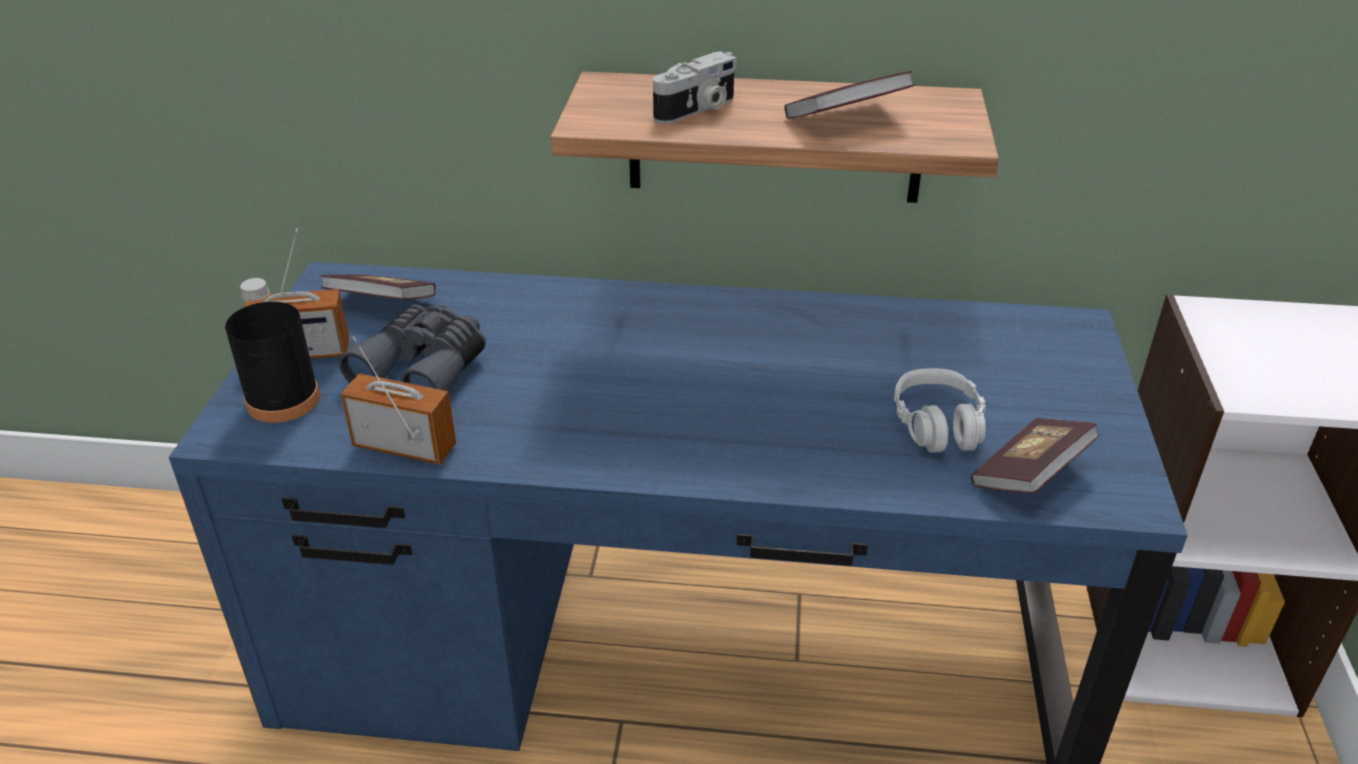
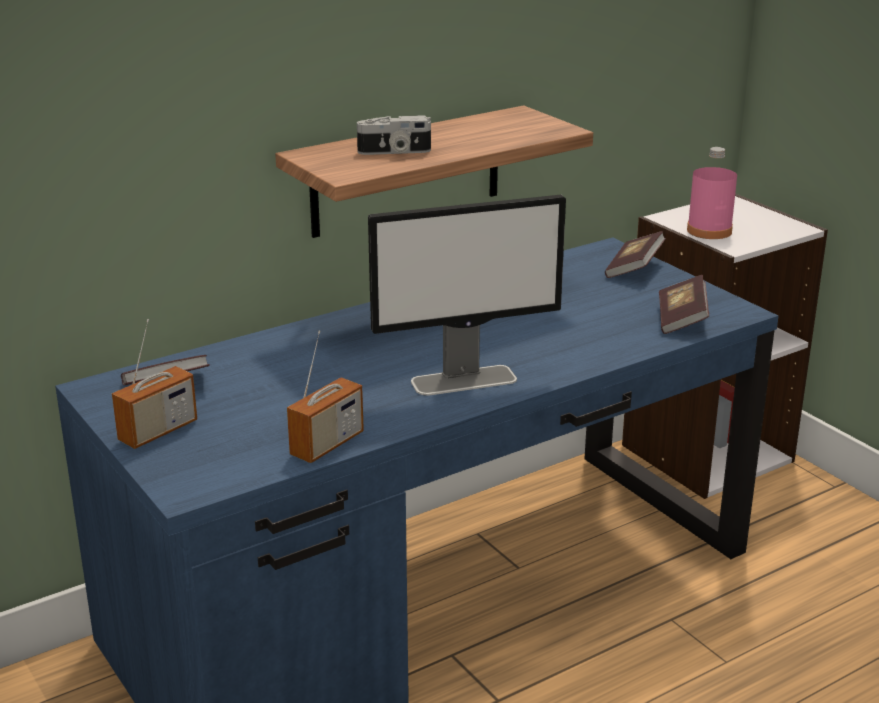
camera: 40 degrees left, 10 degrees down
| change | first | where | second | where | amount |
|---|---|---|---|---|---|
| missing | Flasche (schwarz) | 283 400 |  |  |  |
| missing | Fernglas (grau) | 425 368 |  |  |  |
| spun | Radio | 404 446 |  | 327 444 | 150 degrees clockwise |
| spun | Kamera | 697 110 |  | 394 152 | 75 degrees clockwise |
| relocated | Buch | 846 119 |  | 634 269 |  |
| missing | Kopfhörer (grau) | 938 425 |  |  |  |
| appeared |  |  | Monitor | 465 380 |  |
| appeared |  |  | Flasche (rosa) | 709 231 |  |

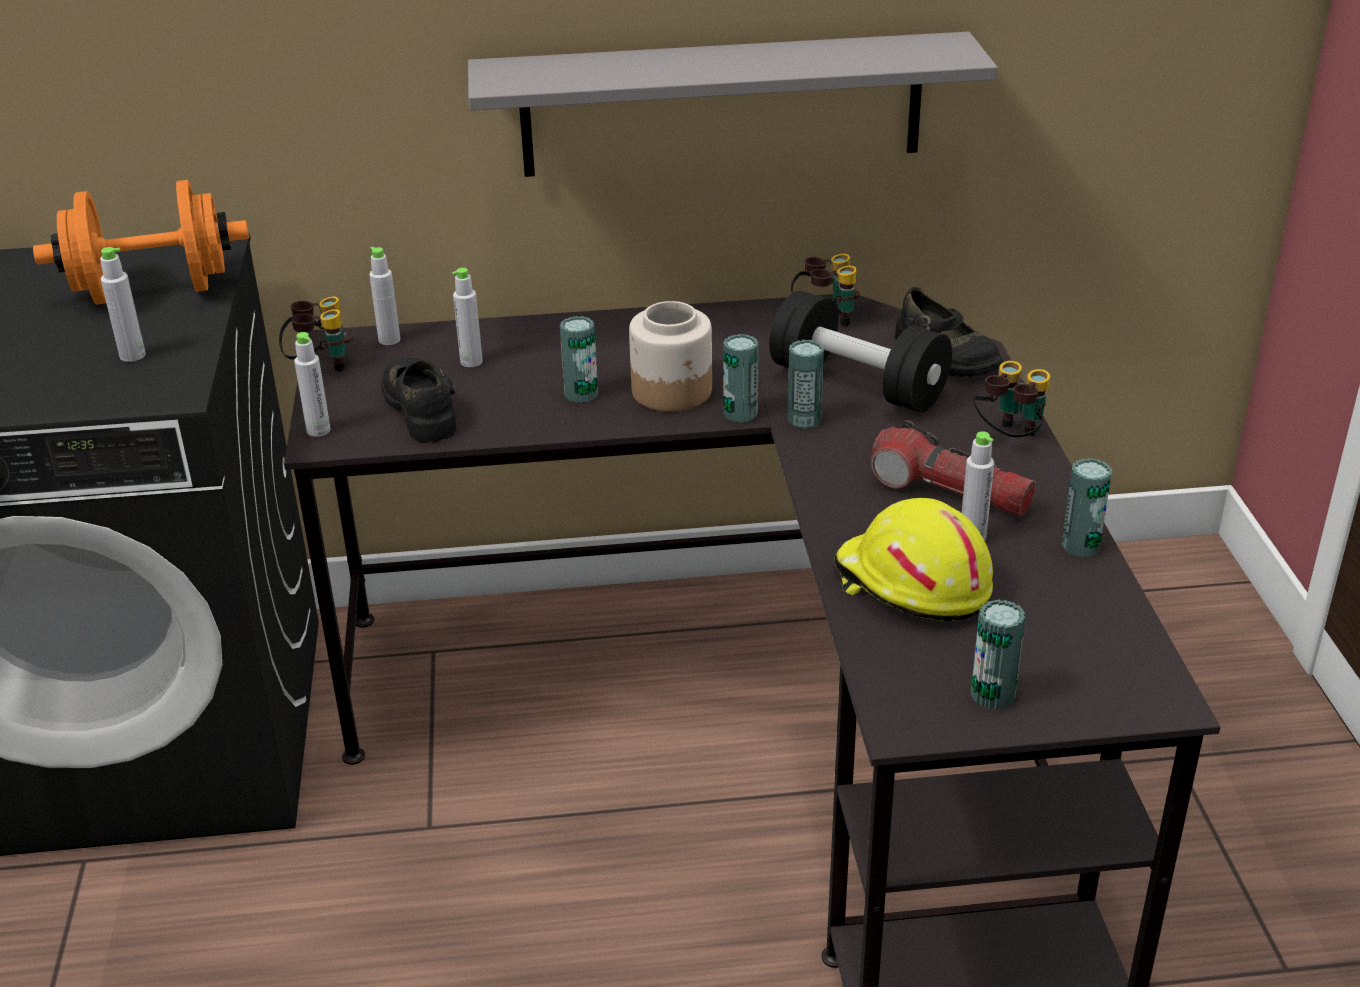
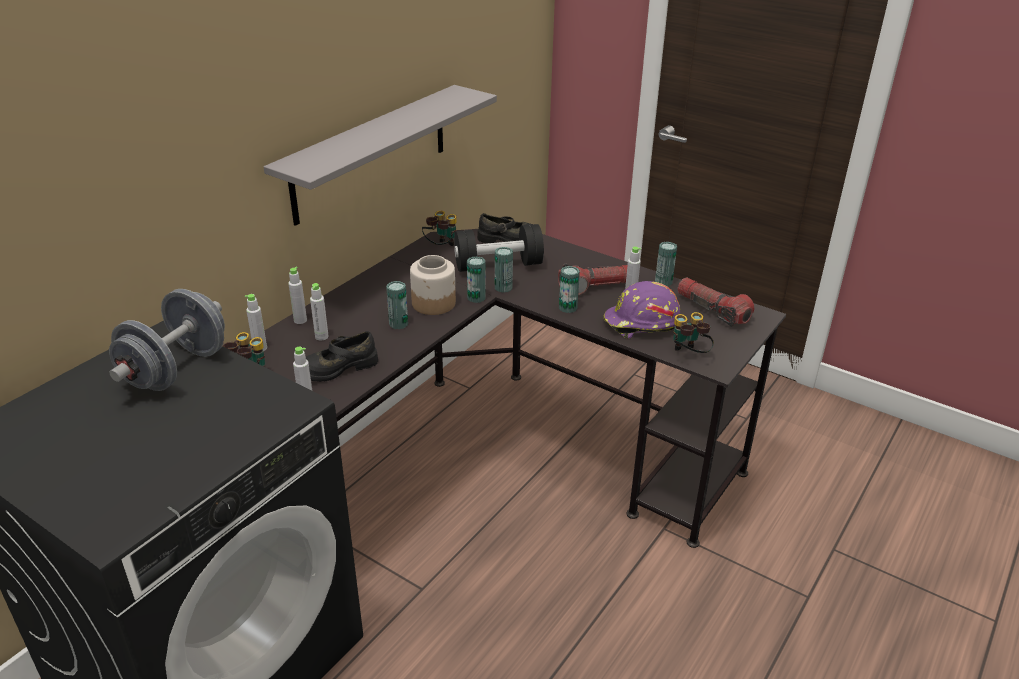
camera: 50 degrees left, 0 degrees up
| change | first | where | second | where | amount |
|---|---|---|---|---|---|
| colour | Hantel (orange) | 153 291 | Hantel (grau) | 176 369 |  |
| relocated | Flasche (grau) | 132 355 |  | 300 320 |  |
| spun | Schuh (schwarz) | 422 409 |  | 339 367 | 45 degrees counterclockwise |
| colour | Schutzhelm (gelb) | 911 585 | Schutzhelm (lila) | 641 324 |  |
| relocated | Dose | 992 694 |  | 568 308 |  |
| relocated | Fernglas | 1009 439 |  | 688 355 |  |
| appeared |  |  | Taschenlampe | 712 310 |  |

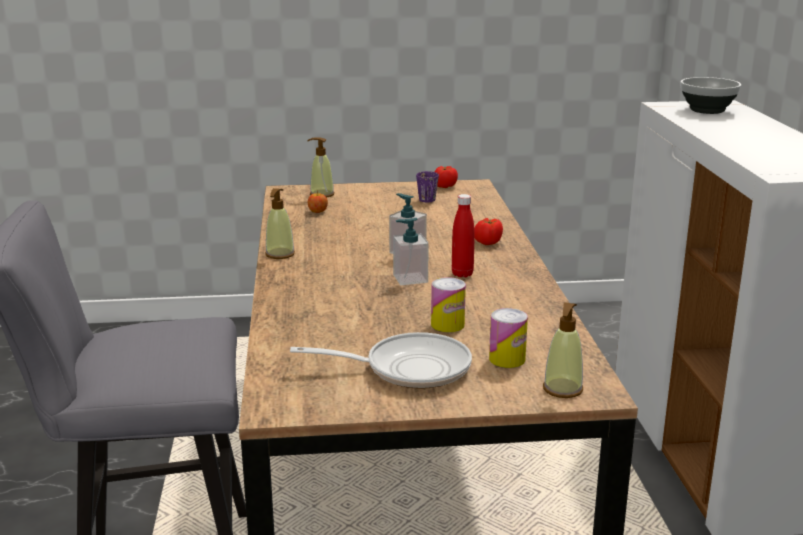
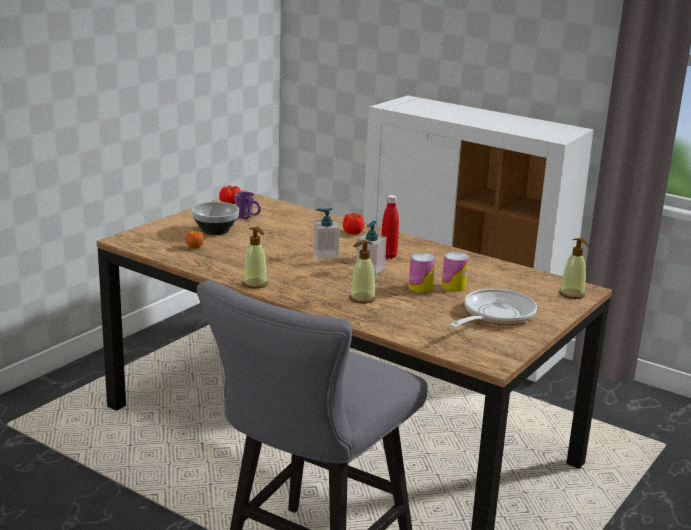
camera: 50 degrees left, 0 degrees up
| change | first | where | second | where | amount |
|---|---|---|---|---|---|
| relocated | Seifenspender | 321 194 |  | 362 298 |  |
| relocated | Dose | 507 359 |  | 420 287 |  |
| relocated | Schüssel | 706 110 |  | 214 230 |  |

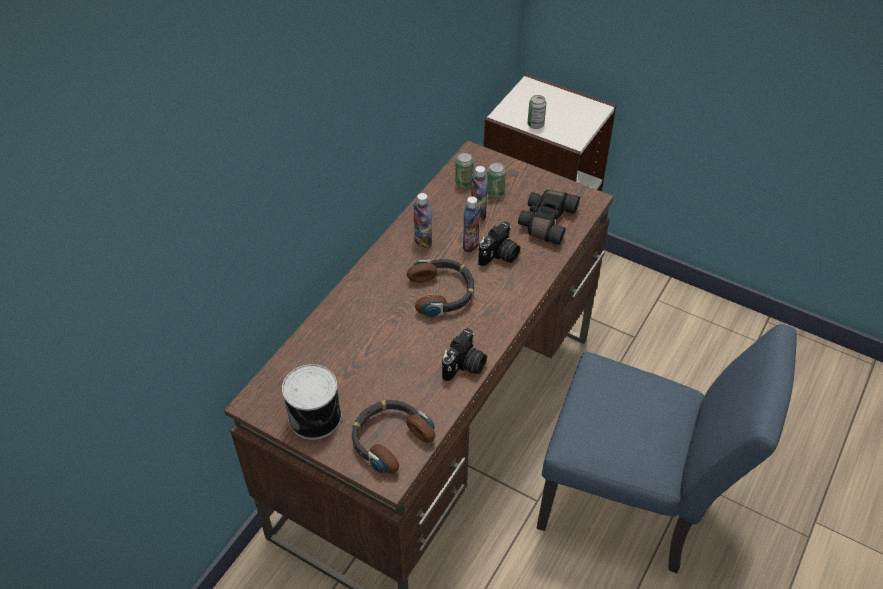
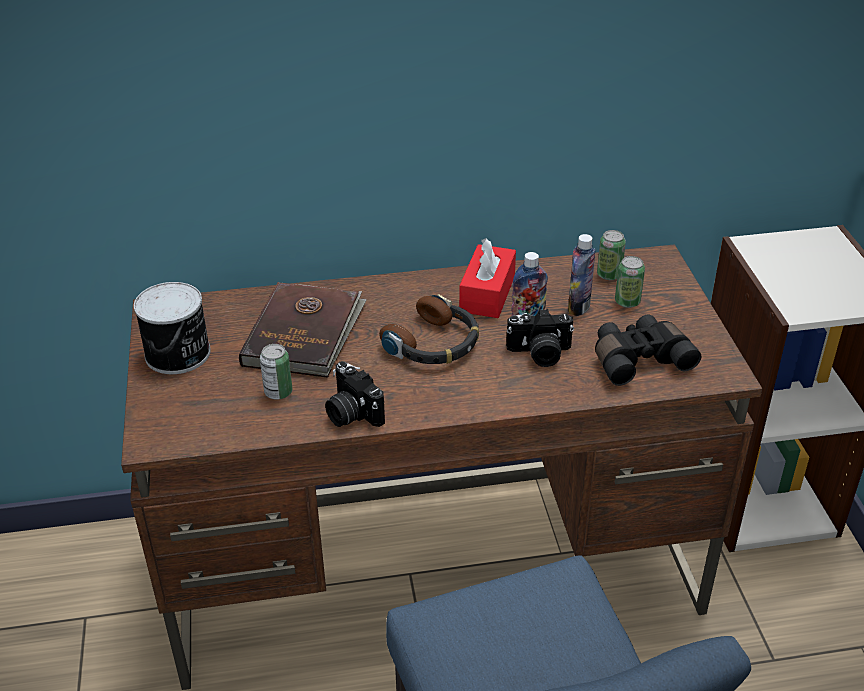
camera: 50 degrees right, 10 degrees down
| change | first | where | second | where | amount |
|---|---|---|---|---|---|
| missing | Kopfhörer | 390 439 |  |  |  |
| exchanged | Flasche | 423 241 | Taschentuchbox (rot) | 487 294 |  |
| spun | Kamera | 464 366 |  | 351 413 | 60 degrees clockwise |
| relocated | Dose | 535 125 |  | 278 392 |  |
| appeared |  |  | Buch (braun) | 305 333 |  |

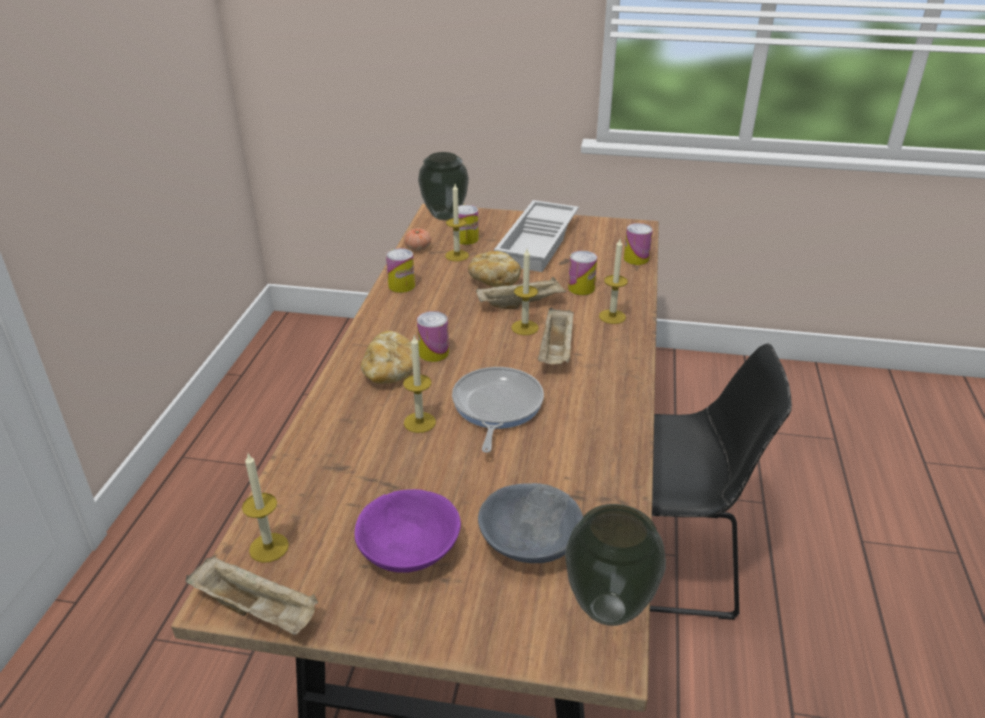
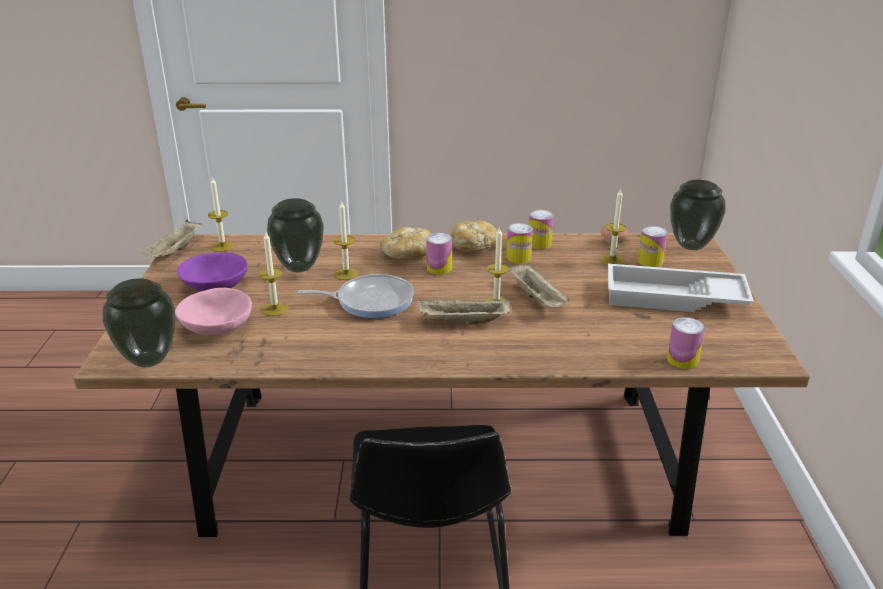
camera: 80 degrees right, 5 degrees down
| change | first | where | second | where | amount |
|---|---|---|---|---|---|
| relocated | Brot | 493 281 |  | 473 246 |  |
| colour | Schüssel (grau) | 529 542 | Schüssel (rosa) | 217 326 |  |
| relocated | Dose | 581 288 |  | 518 258 |  |
| relocated | Kerze | 612 316 |  | 275 309 |  |
| appeared |  |  | Vase | 299 268 |  |

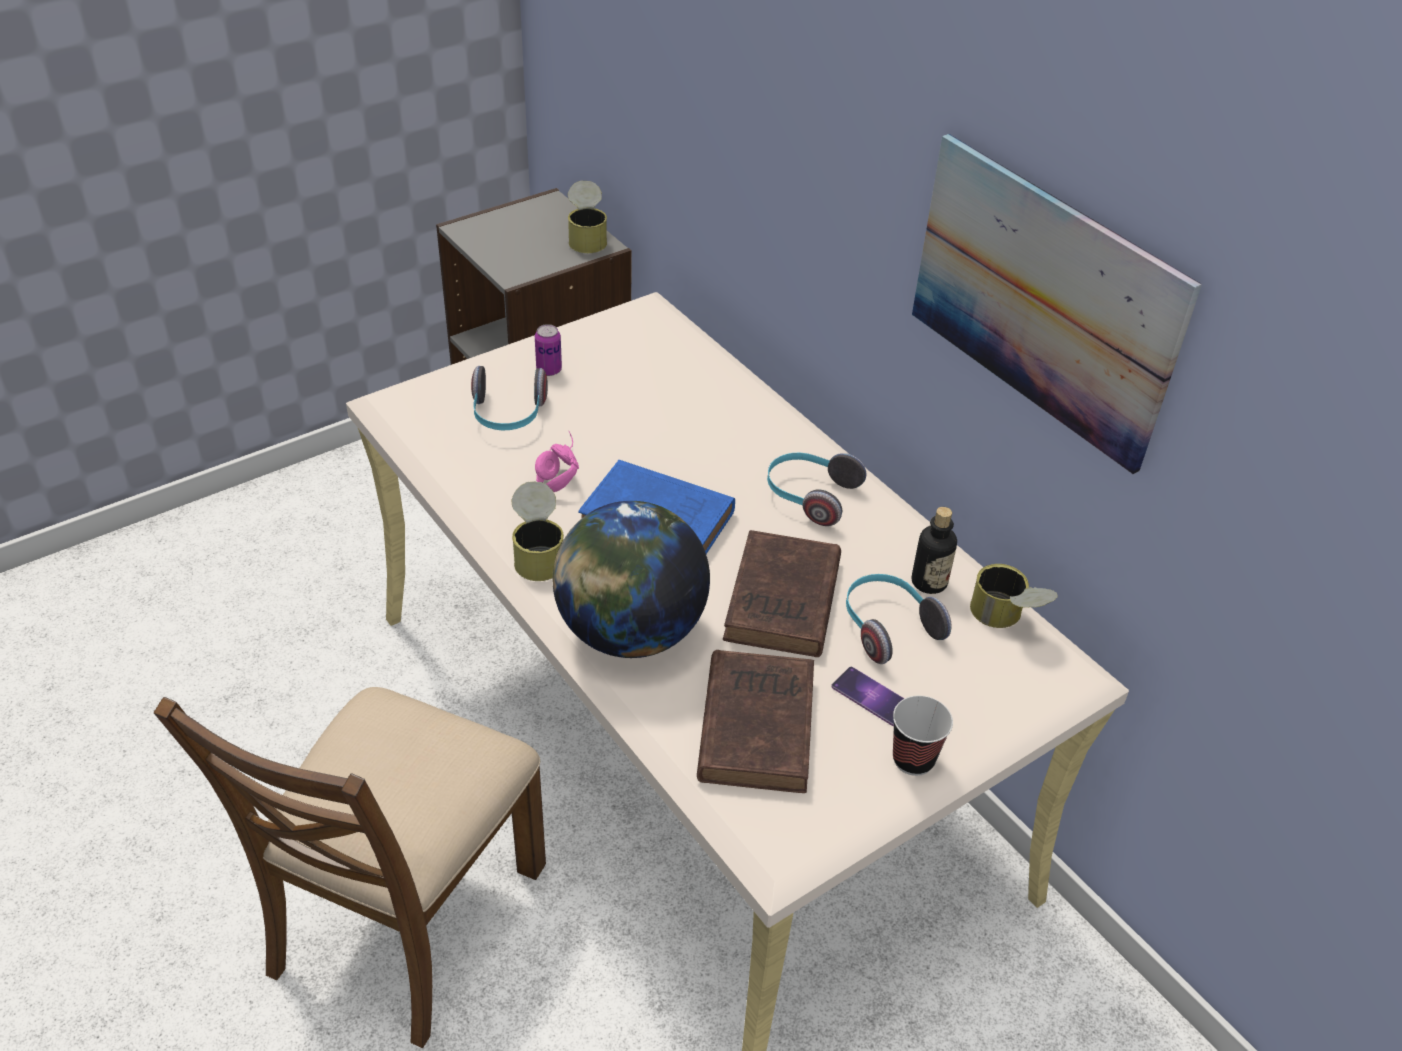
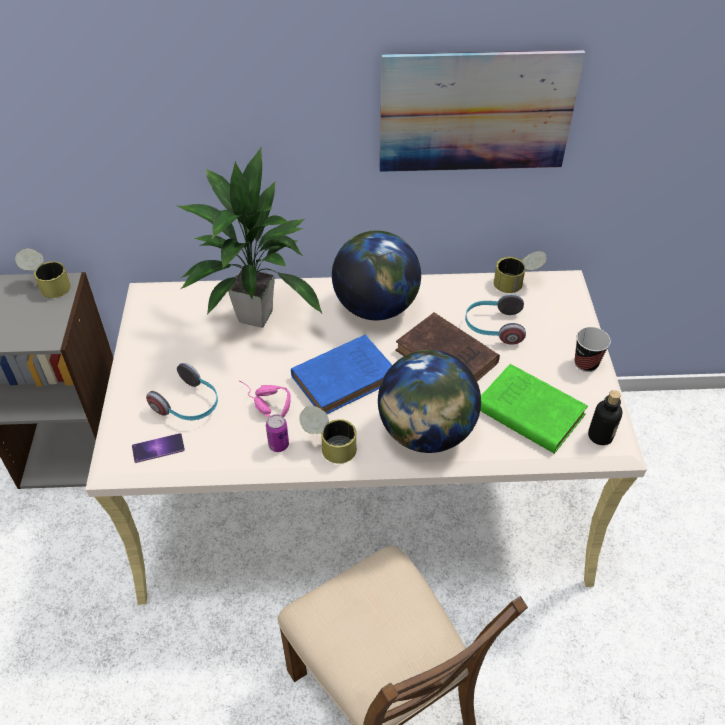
camera: 55 degrees left, 5 degrees up
| change | first | where | second | where | amount |
|---|---|---|---|---|---|
| relocated | Dose | 549 370 |  | 278 445 |  |
| colour | Buch (braun) | 756 723 | Buch (grün) | 527 411 |  |
| exchanged | Kopfhörer | 809 496 | Globus | 376 307 |  |
| relocated | Handy | 872 696 |  | 158 448 |  |
| relocated | Flasche | 929 582 |  | 600 436 |  |
| appeared |  |  | Topfpflanze | 254 317 |  |

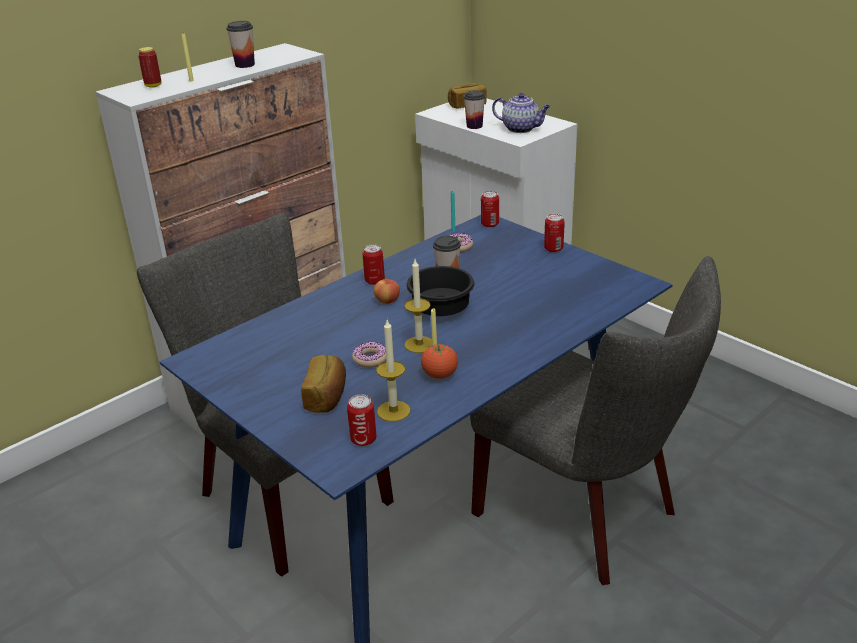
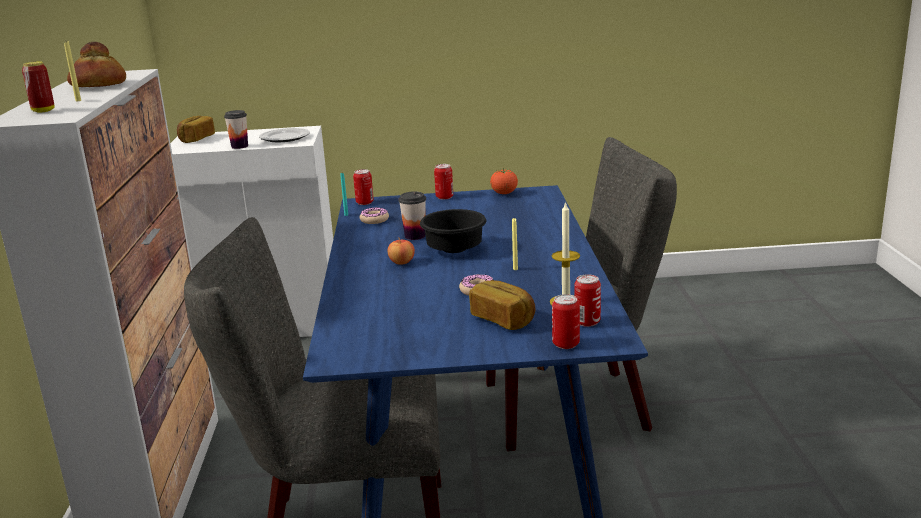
camera: 50 degrees left, 10 degrees down
| change | first | where | second | where | amount |
|---|---|---|---|---|---|
| exchanged | Tasse | 245 65 | Brot | 98 85 |  |
| relocated | Dose | 374 281 |  | 566 344 |  |
| missing | Kerze | 419 344 |  |  |  |
| relocated | Tomate | 440 375 |  | 504 193 |  |
| exchanged | Teekanne | 521 129 | Teller | 285 138 |  |

